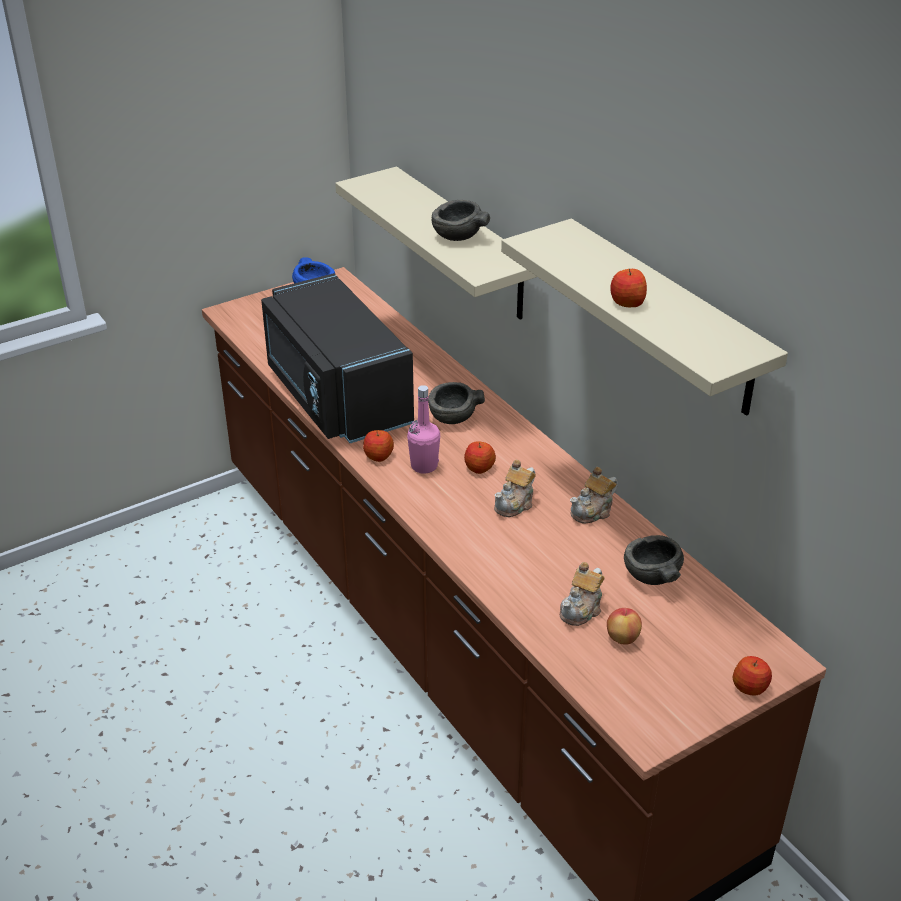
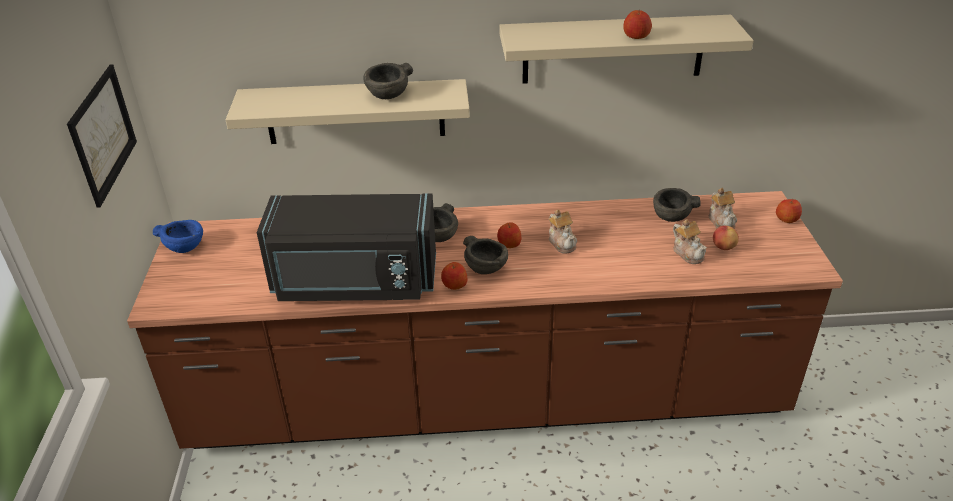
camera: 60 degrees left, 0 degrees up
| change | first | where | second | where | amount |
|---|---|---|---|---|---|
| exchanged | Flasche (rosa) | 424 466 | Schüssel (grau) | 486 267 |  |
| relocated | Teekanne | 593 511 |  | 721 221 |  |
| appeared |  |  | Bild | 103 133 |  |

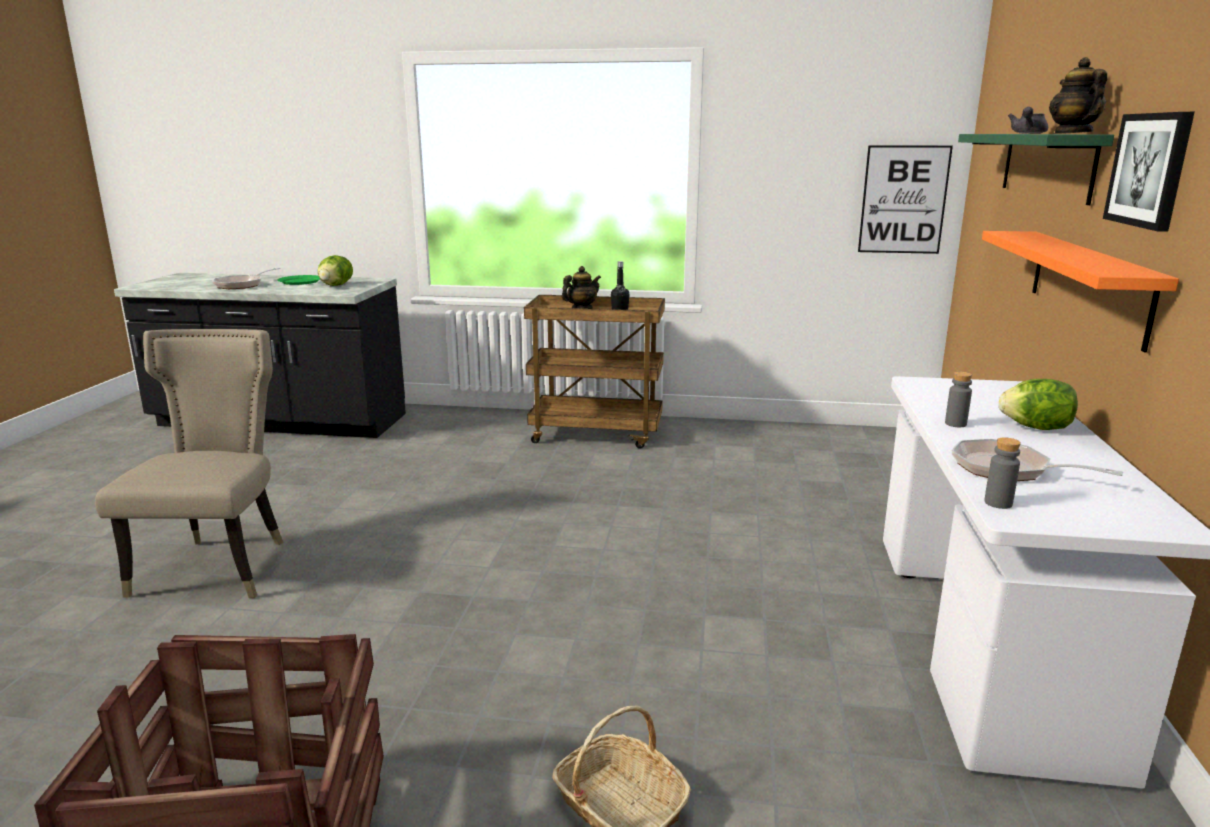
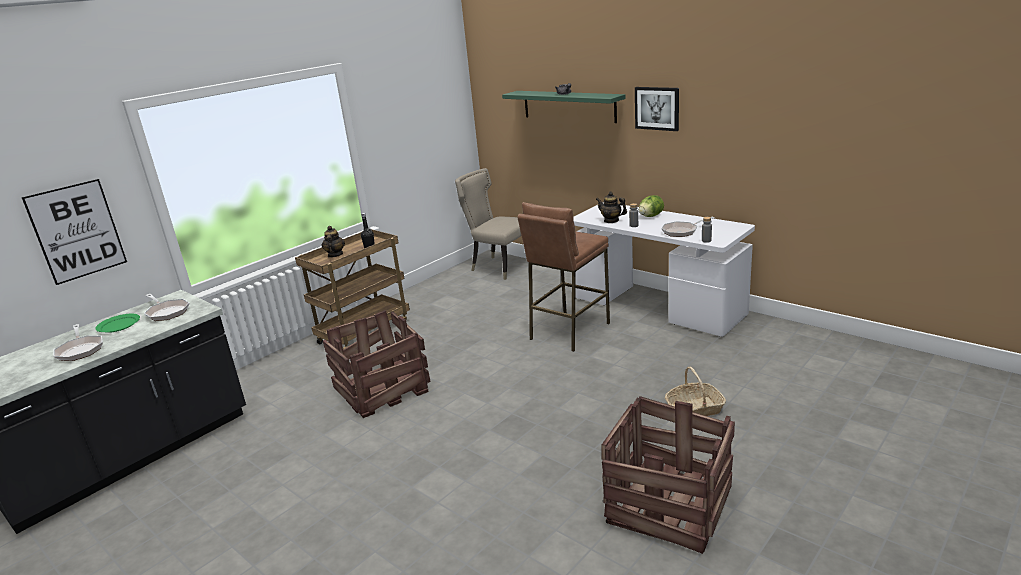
camera: 55 degrees left, 5 degrees up
| change | first | where | second | where | amount |
|---|---|---|---|---|---|
| relocated | Stuhl (beige) | 218 566 |  | 499 266 |  |
| exchanged | Salatkopf | 336 285 | Pfanne | 167 312 |  |
| relocated | Bild | 903 200 |  | 77 231 |  |
| missing | Wandregal (orange) | 1087 284 |  |  |  |
| relocated | Teekanne | 1072 133 |  | 611 220 |  |
| appeared |  |  | Kiste | 383 388 |  |
| appeared |  |  | Hocker (braun) | 569 331 |  |

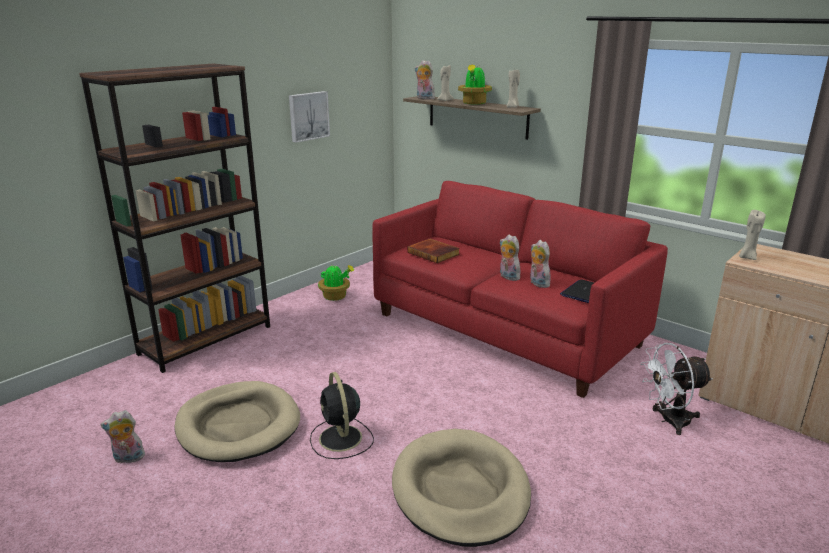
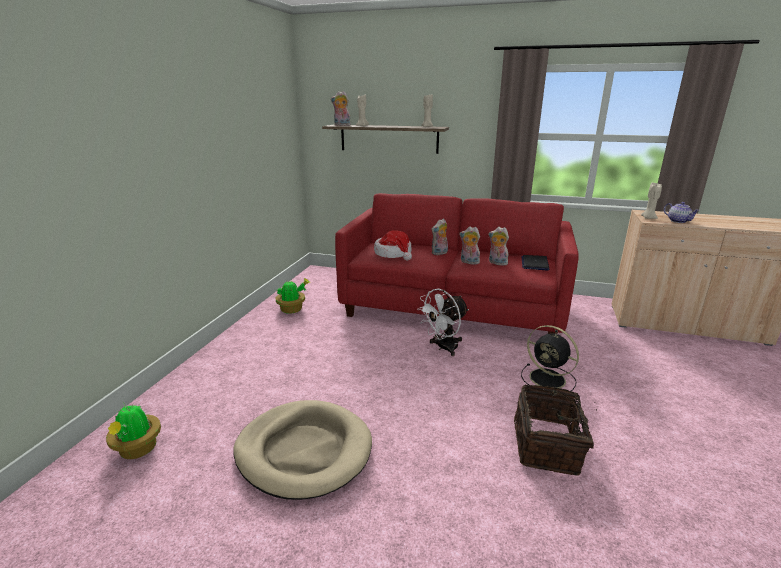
camera: 25 degrees left, 0 degrees up
| change | first | where | second | where | amount |
|---|---|---|---|---|---|
| missing | Bücherregal (braun) | 206 340 |  |  |  |
| relocated | Plüschtier | 128 459 |  | 439 253 |  |
| missing | Bild | 308 116 |  |  |  |
| relocated | Ventilator (schwarz) | 341 439 |  | 549 379 |  |
| exchanged | Hundebett (beige) | 460 490 | Korb | 548 446 |  |
| exchanged | Buch | 434 253 | Hut | 393 254 |  |
| relocated | Topfpflanze | 474 103 |  | 138 449 |  |
| relocated | Ventilator (weiß) | 669 421 |  | 443 348 |  |
| appeared |  |  | Teekanne | 678 221 |  |

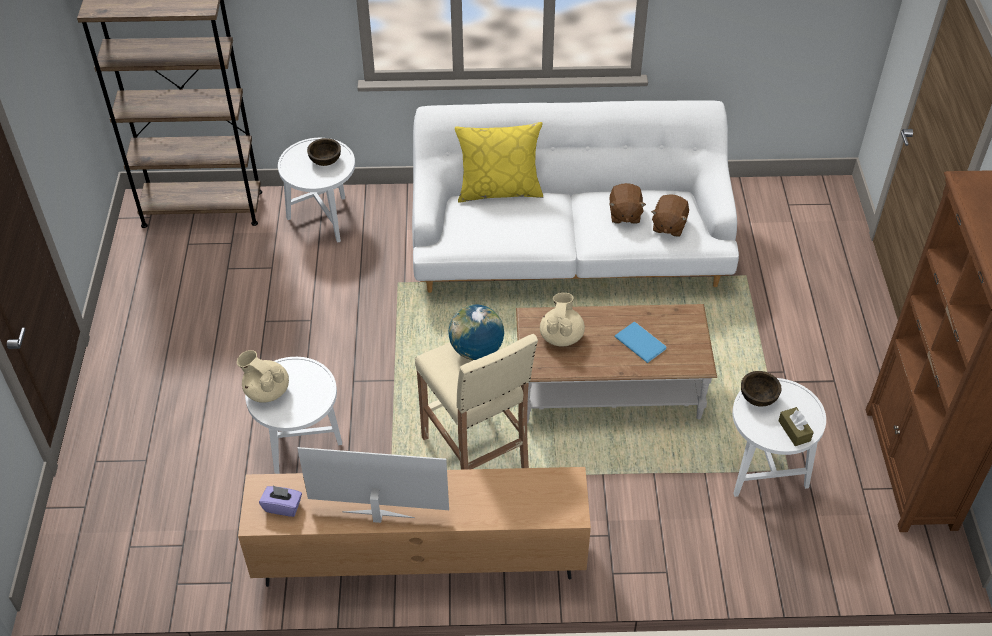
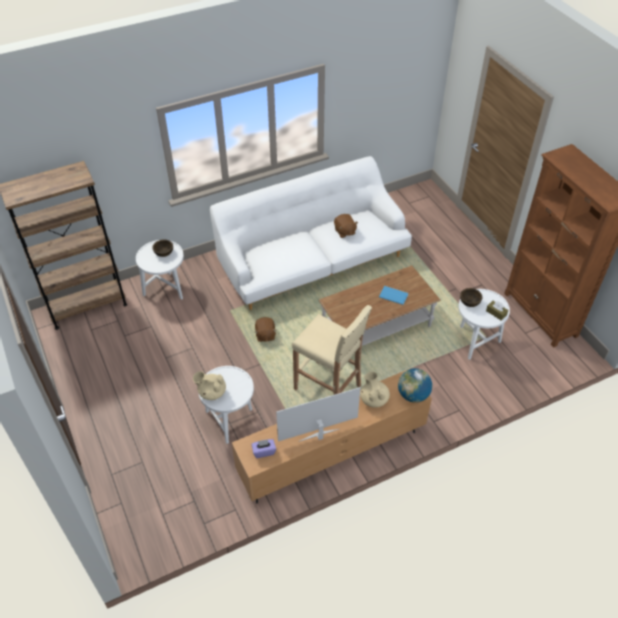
camera: 25 degrees left, 0 degrees up
| change | first | where | second | where | amount |
|---|---|---|---|---|---|
| relocated | Globus | 476 350 |  | 413 395 |  |
| missing | Kissen (gelb) | 499 190 |  |  |  |
| relocated | Teekanne (beige) | 561 336 |  | 374 399 |  |
| relocated | Plüschtier (braun) | 668 225 |  | 265 335 |  |

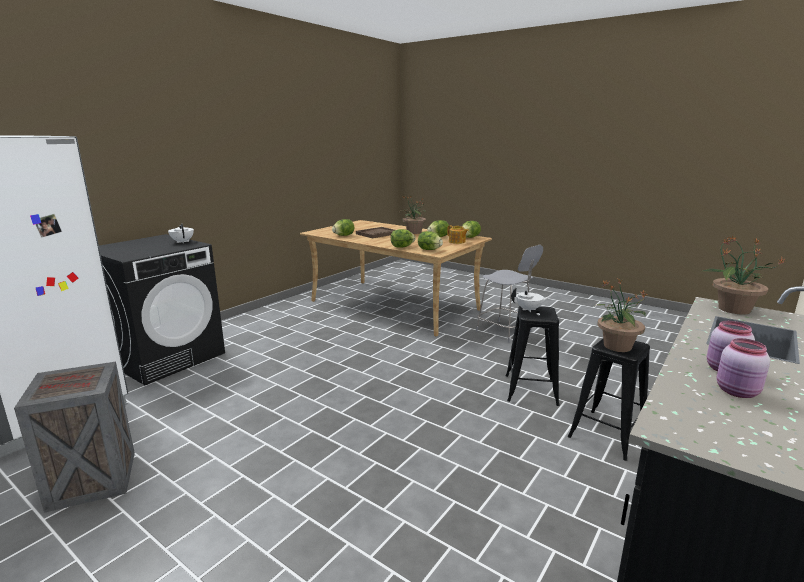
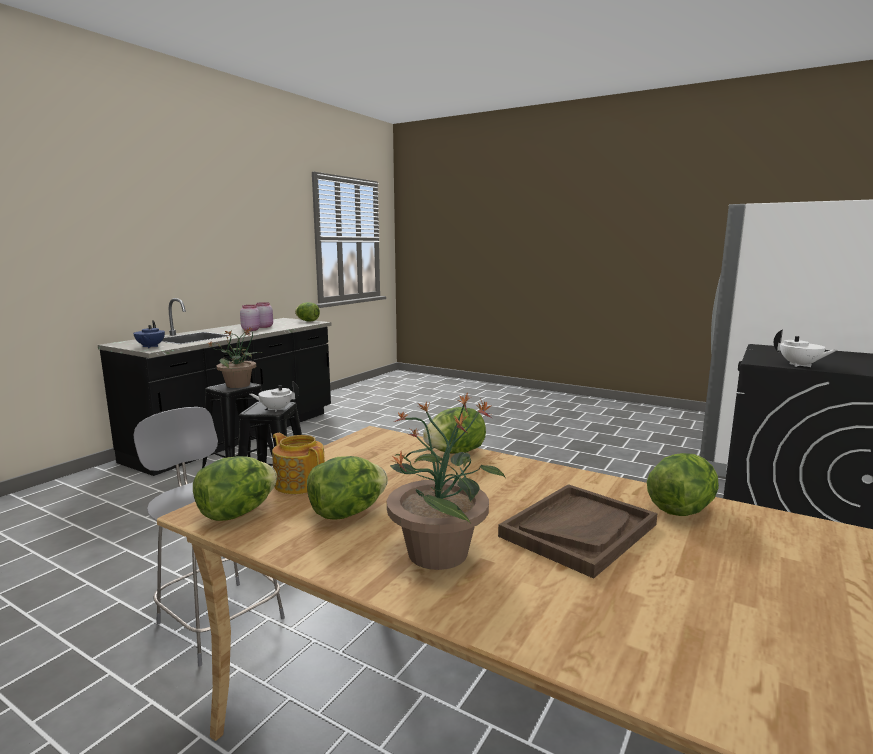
camera: 175 degrees right, 5 degrees down
| change | first | where | second | where | amount |
|---|---|---|---|---|---|
| missing | Kiste | 94 480 |  |  |  |
| relocated | Salatkopf | 429 250 |  | 307 321 |  |
| exchanged | Topfpflanze | 732 309 | Teekanne (blau) | 150 346 |  |

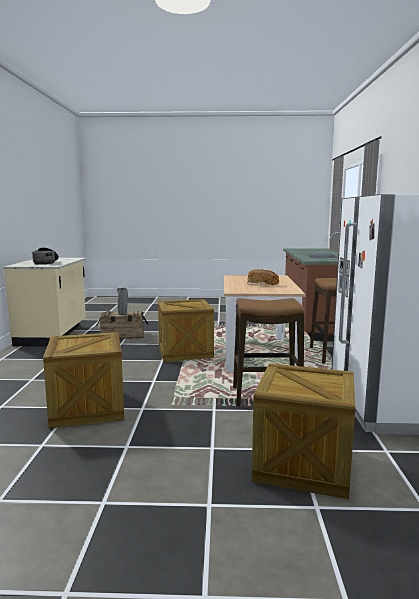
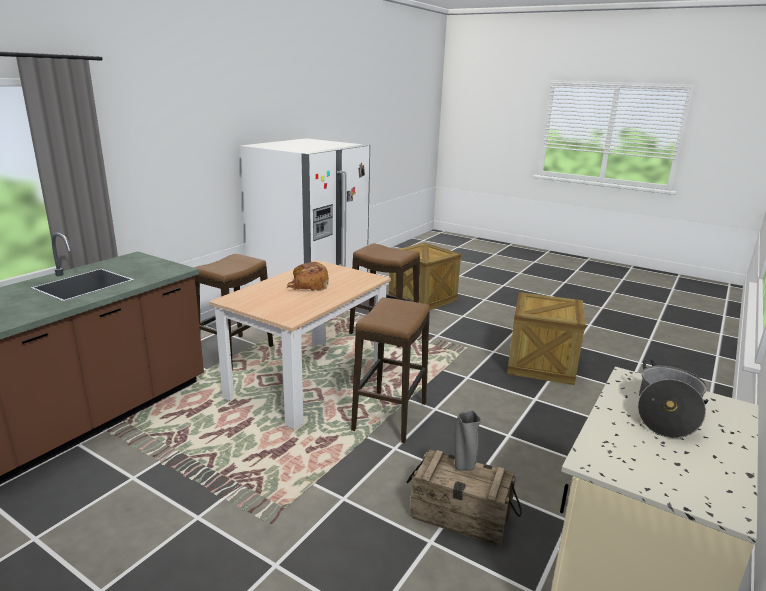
camera: 150 degrees left, 10 degrees up
| change | first | where | second | where | amount |
|---|---|---|---|---|---|
| exchanged | Kiste | 185 352 | Hocker | 390 416 |  |

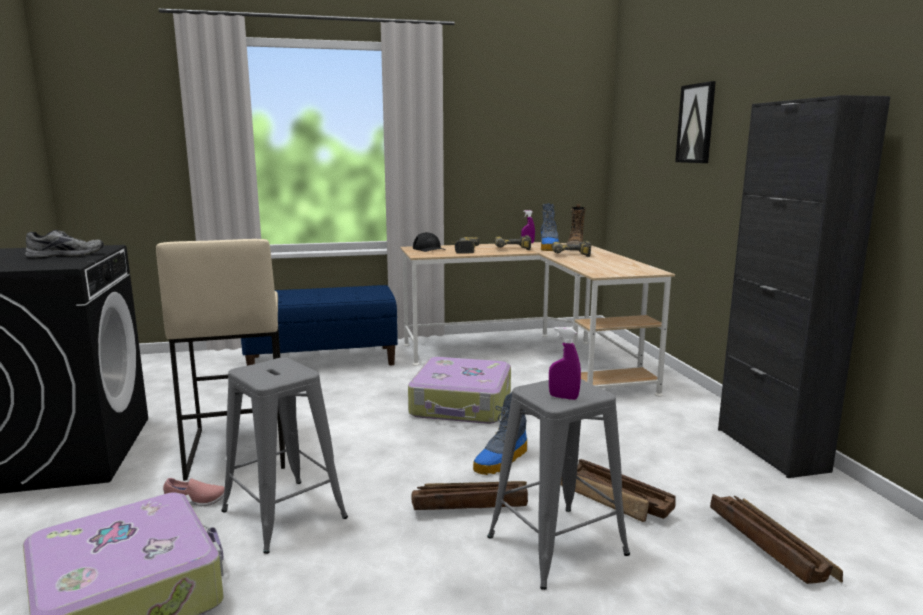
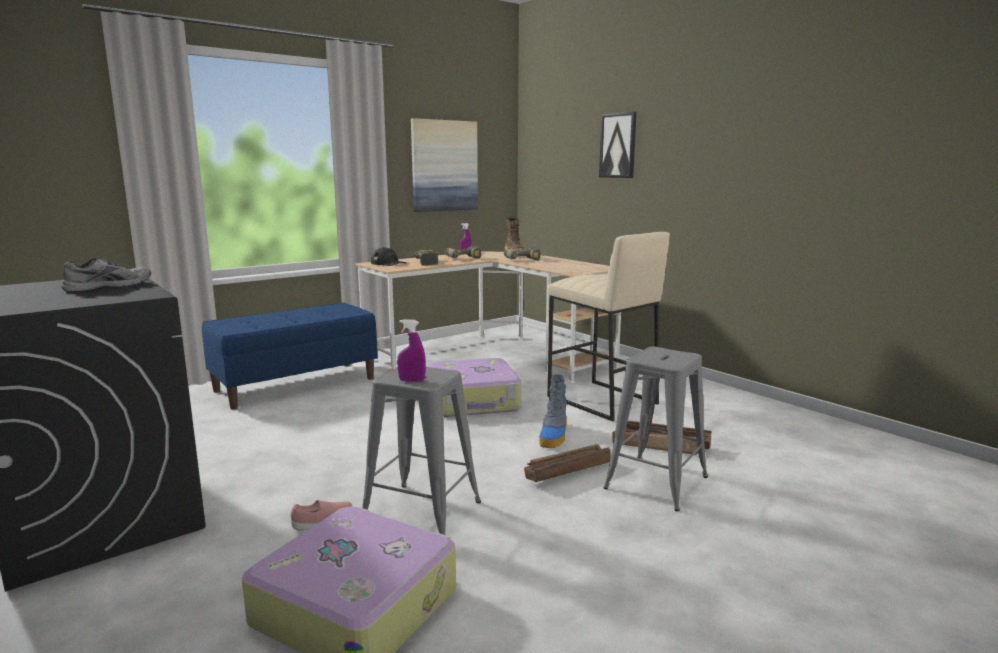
camera: 25 degrees left, 0 degrees up
| change | first | where | second | where | amount |
|---|---|---|---|---|---|
| relocated | Hocker (beige) | 237 448 |  | 601 400 |  |
| missing | Stiefel | 549 247 |  |  |  |
| relocated | Sprühflasche (lila) | 563 397 |  | 412 380 |  |
| missing | Kiste | 768 546 |  |  |  |
| missing | Schrank (schwarz) | 771 449 |  |  |  |
| appeared |  |  | Bild | 444 166 |  |

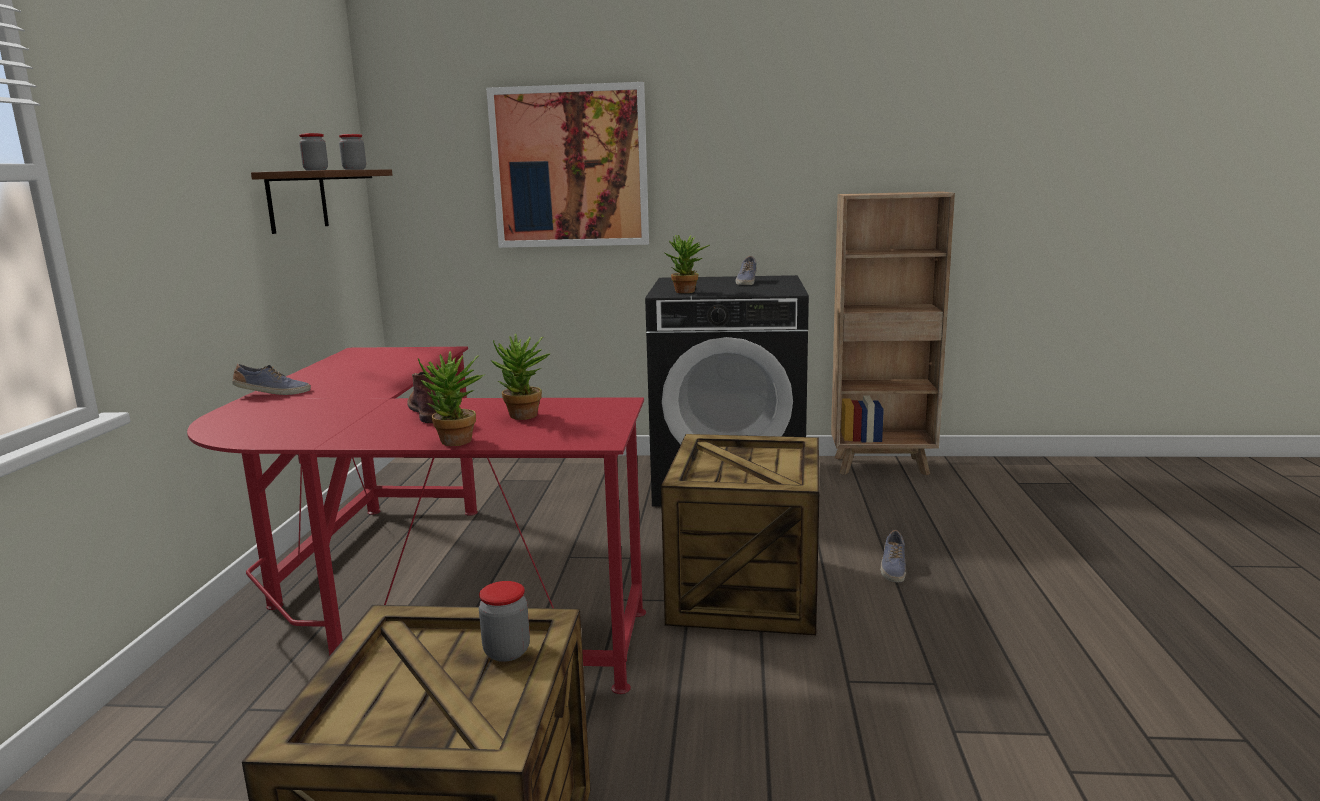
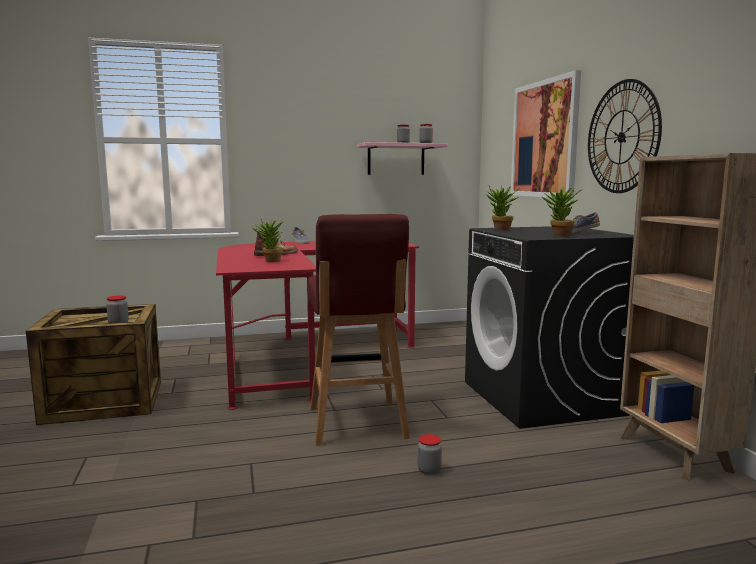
camera: 70 degrees right, 5 degrees down
| change | first | where | second | where | amount |
|---|---|---|---|---|---|
| colour | Wandregal (braun) | 297 200 | Wandregal (rosa) | 396 159 |  |
| relocated | Topfpflanze | 455 443 |  | 559 235 |  |
| exchanged | Kiste | 748 591 | Hocker (rot) | 357 424 |  |
| exchanged | Schuh | 892 568 | Vorratsglas | 429 470 |  |
| appeared |  |  | Wanduhr | 622 137 |  |

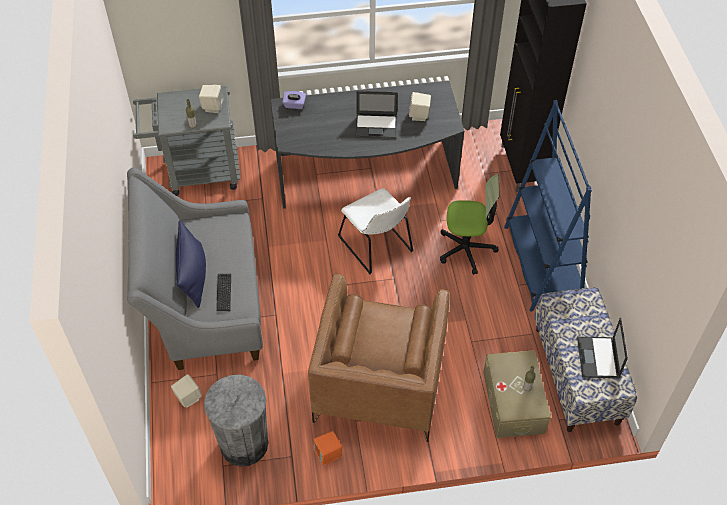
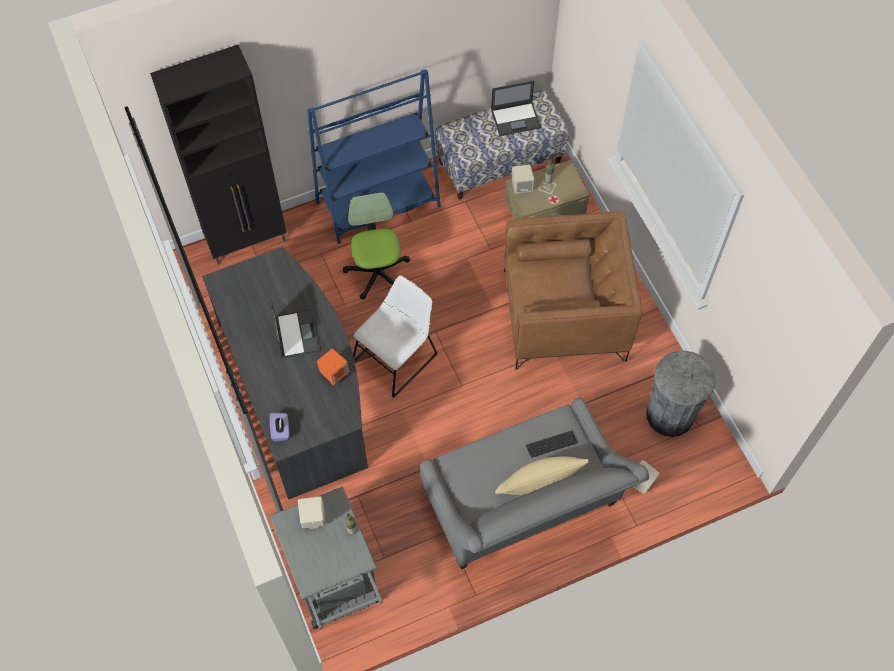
camera: 105 degrees left, 10 degrees up
| change | first | where | second | where | amount |
|---|---|---|---|---|---|
| colour | Kissen (blau) | 193 275 | Kissen (beige) | 539 483 |  |
| relocated | Lautsprecher (orange) | 328 454 |  | 334 373 |  |
| relocated | Lautsprecher (beige) | 419 115 |  | 521 186 |  |

